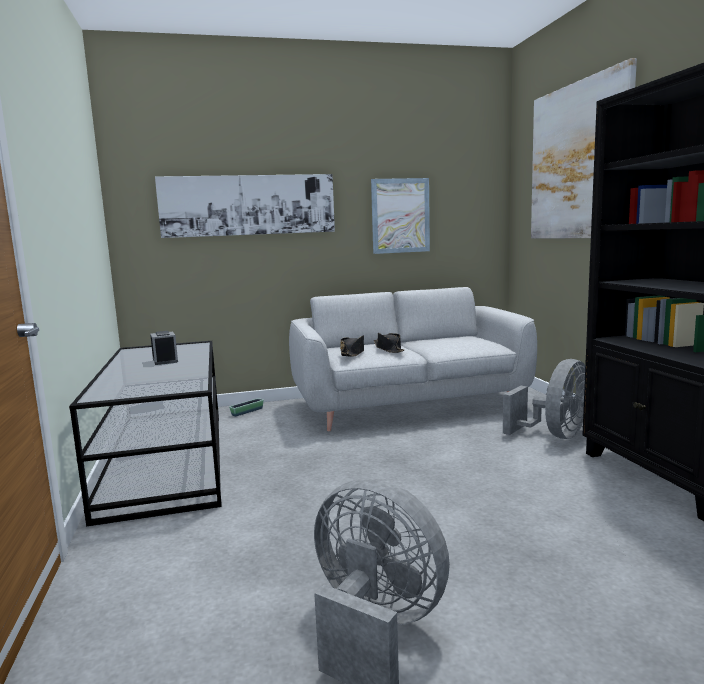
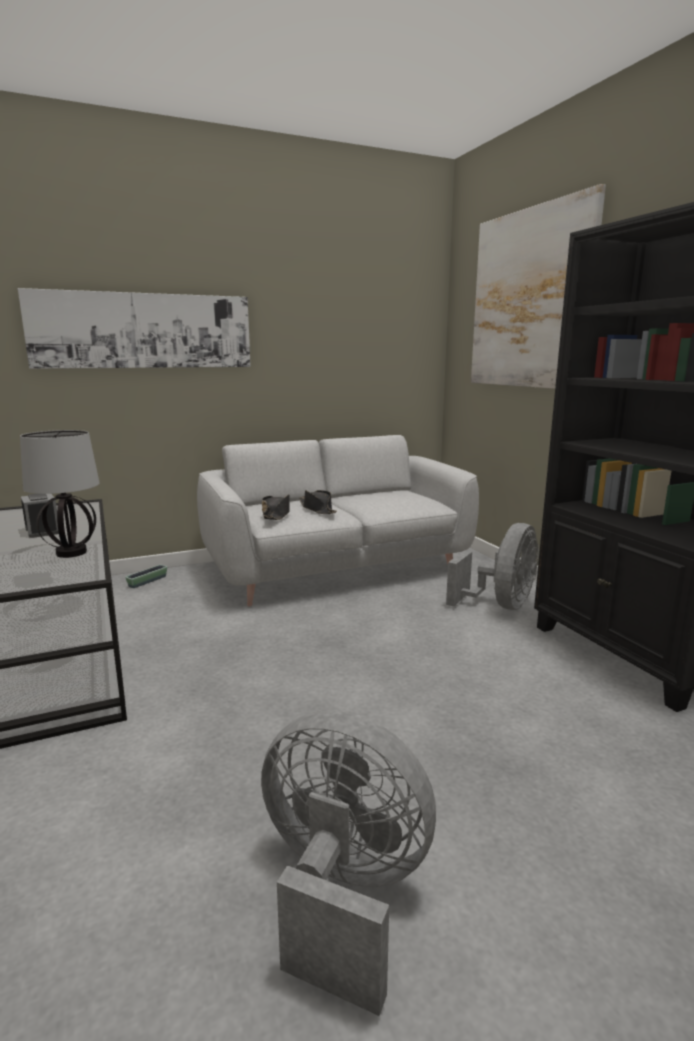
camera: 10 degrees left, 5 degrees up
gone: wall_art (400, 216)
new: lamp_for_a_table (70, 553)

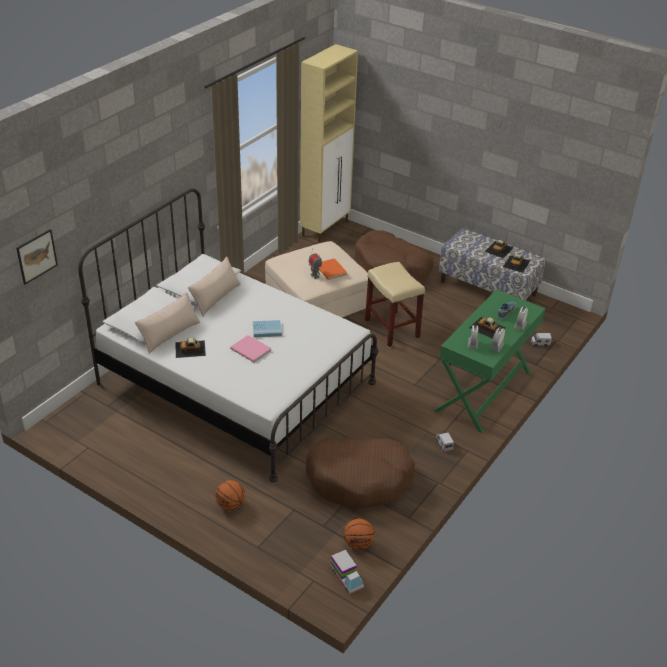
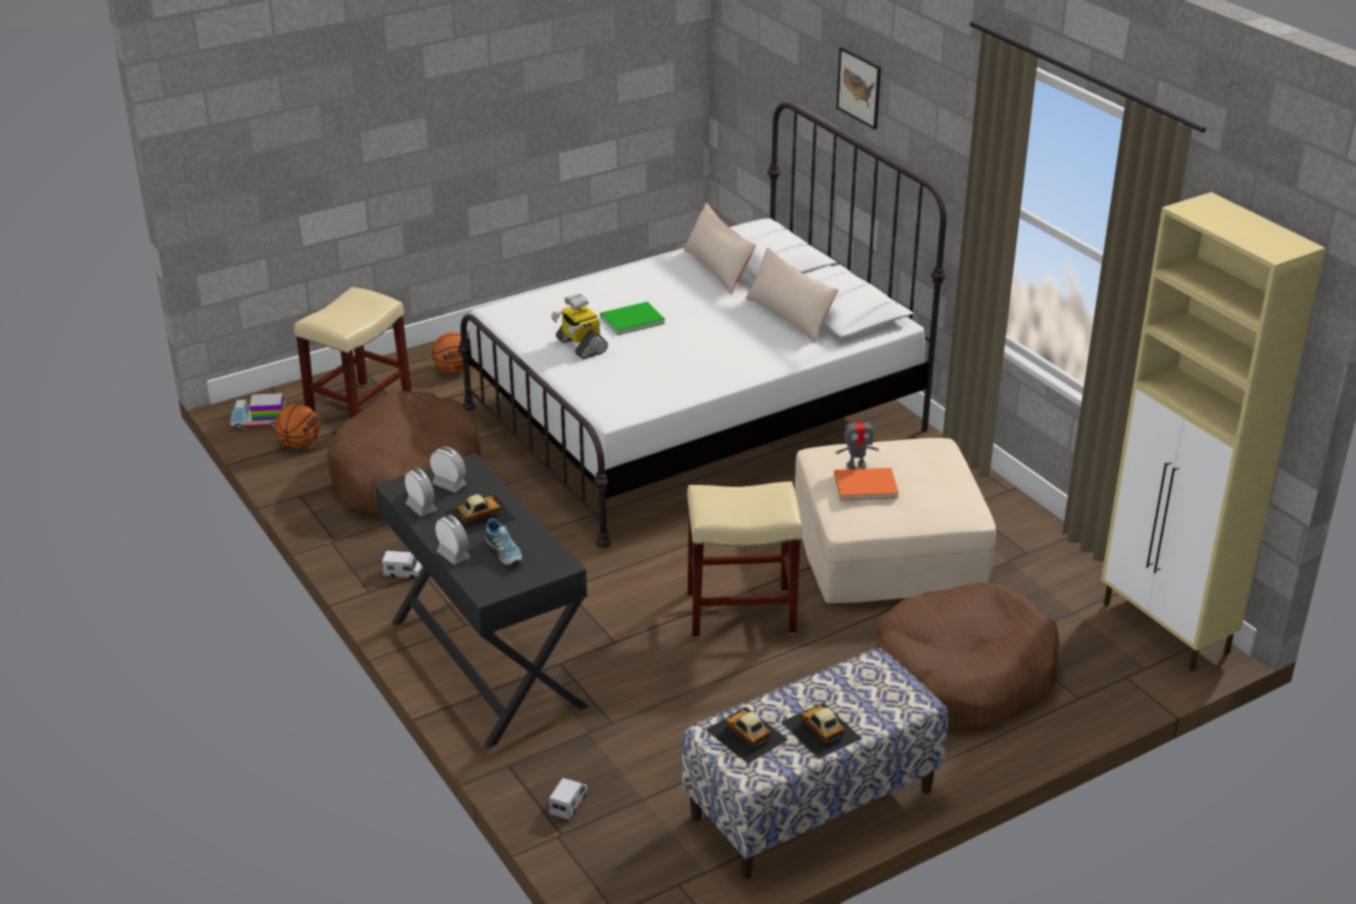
camera: 115 degrees right, 5 degrees down
gone: miniature_car (190, 349); blue-coloured_bound_book (267, 330)
new: beige_sitting_stool (360, 409); robot_figure (580, 346)
shifted: wall_art (36, 256) to (859, 87)
repainted: pink-coloured_bound_book (251, 351) to green-coloured_bound_book (630, 320); green-coloured_desk_unit (484, 392) to black_desk_unit (485, 663)

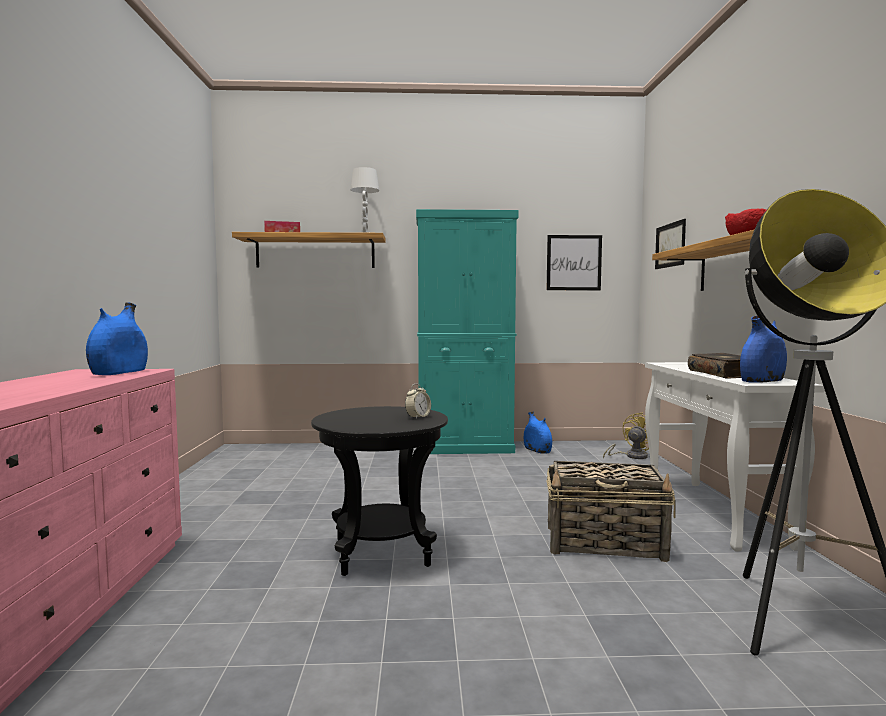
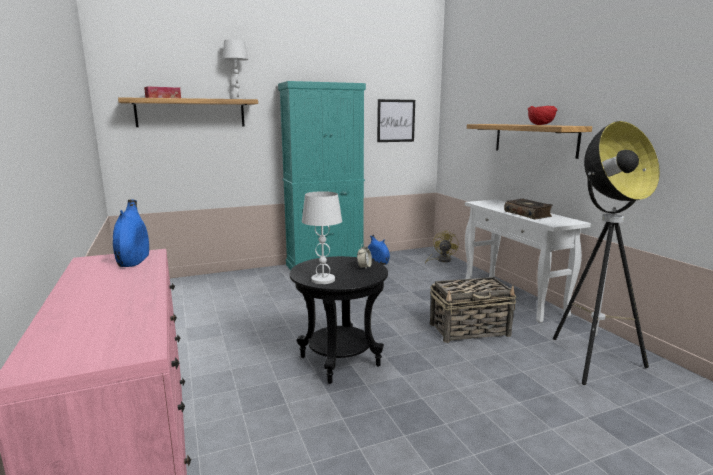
camera: 20 degrees left, 10 degrees up
gone: wall_art (670, 245); blue-coloured_flower_vase (762, 381)
new: white-coloured_lamp_for_a_table (323, 280)

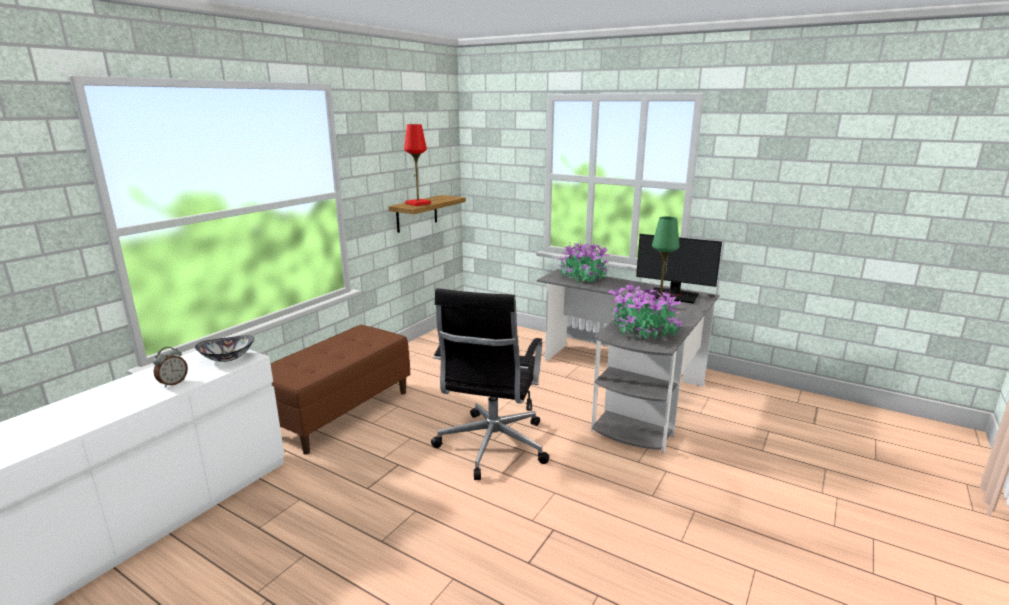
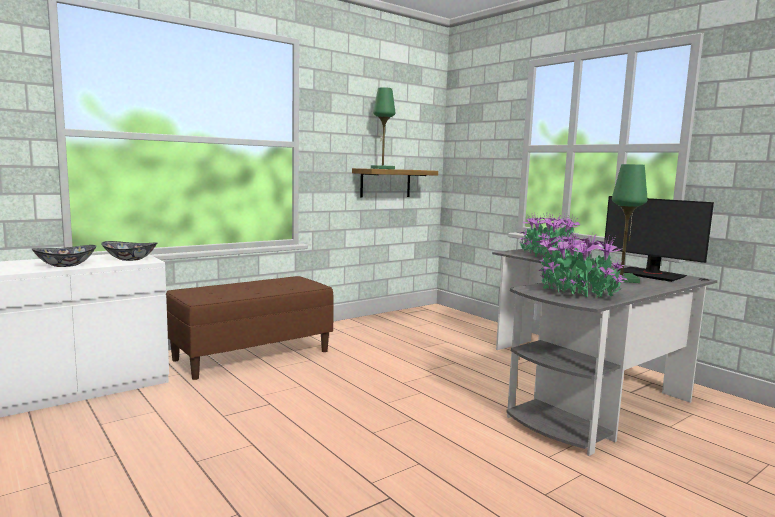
camera: 20 degrees right, 10 degrees down
gone: black_computer_chair (491, 447)
swapped: alarm_clock (173, 383) to serving_bowl (66, 265)
repainted: red-coloured_lamp_for_a_table (418, 204) to green-coloured_lamp_for_a_table (382, 168)

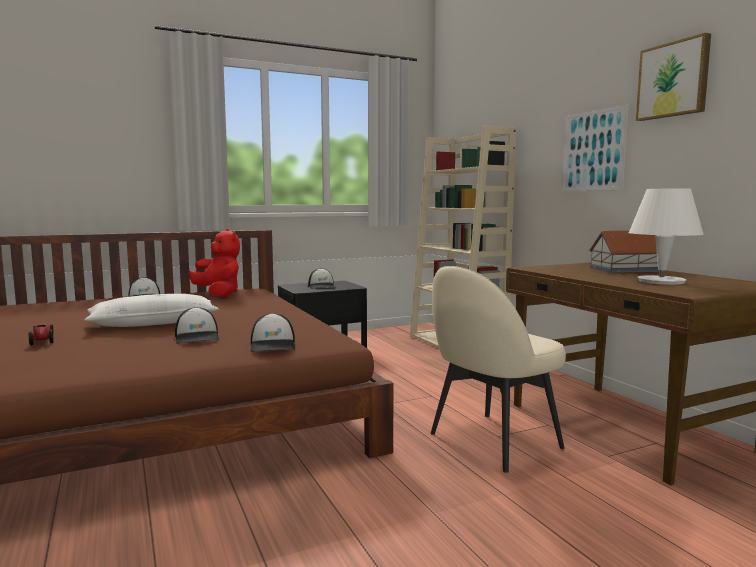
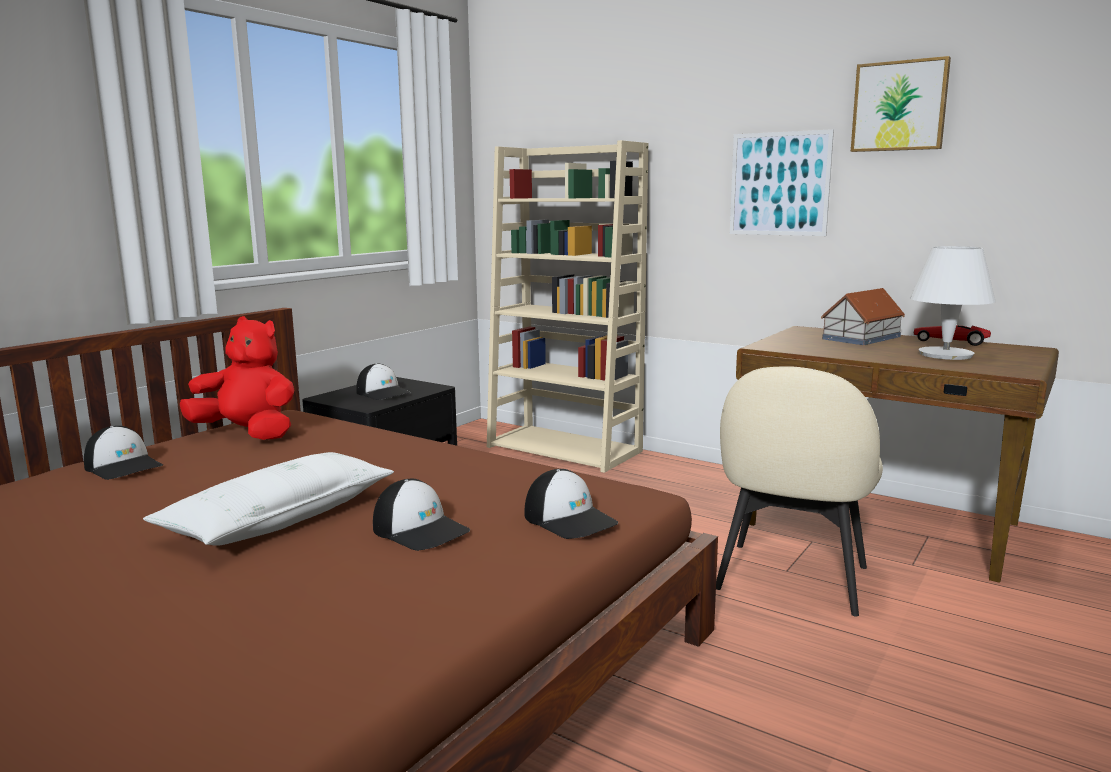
camera: 30 degrees left, 5 degrees up
shifted: miniature_car (42, 339) to (950, 342)

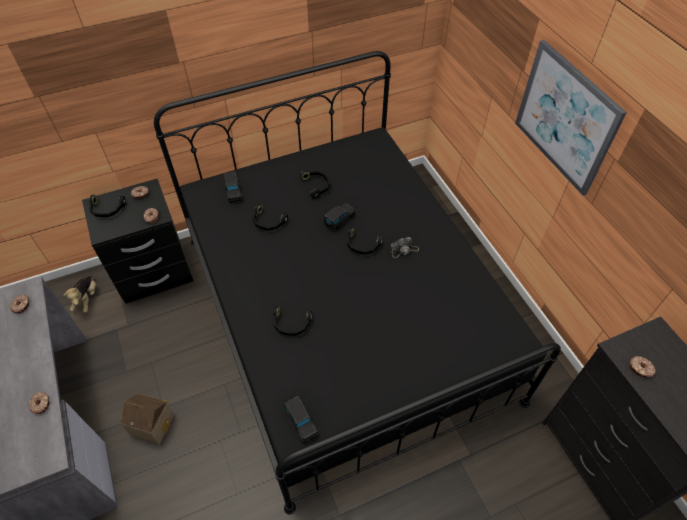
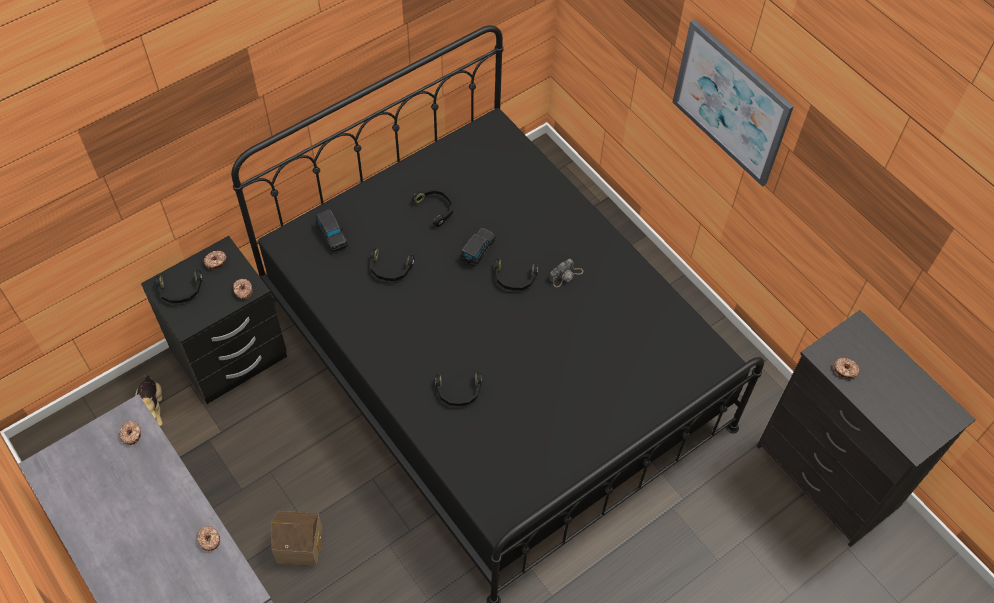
camera: 15 degrees left, 5 degrees up
gone: black_miniature_car (300, 422)

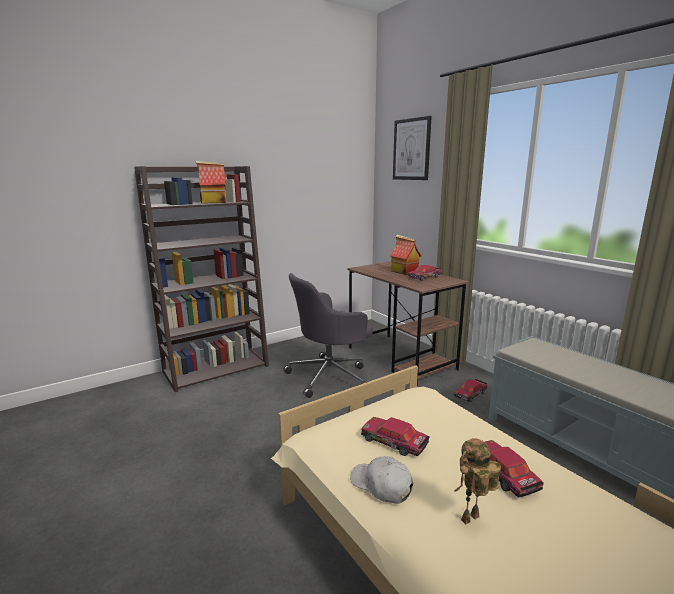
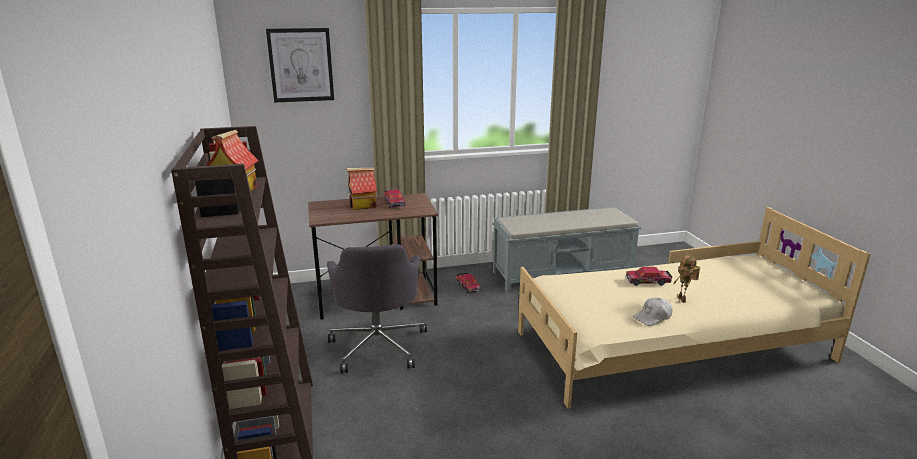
camera: 70 degrees left, 5 degrees up
gone: miniature_car (394, 442)

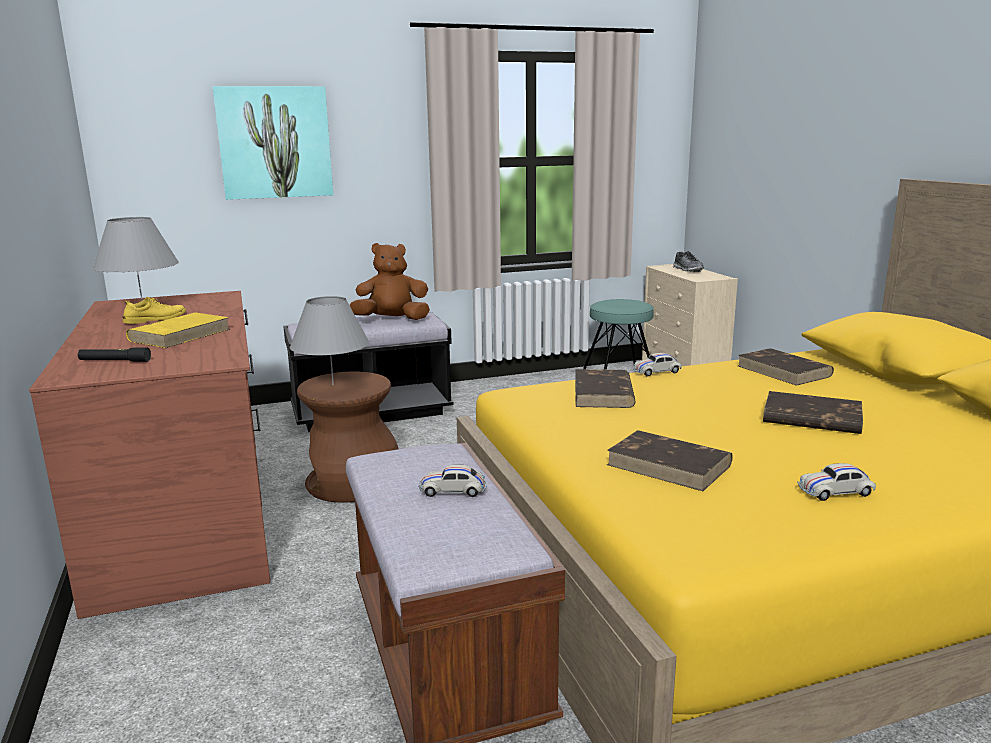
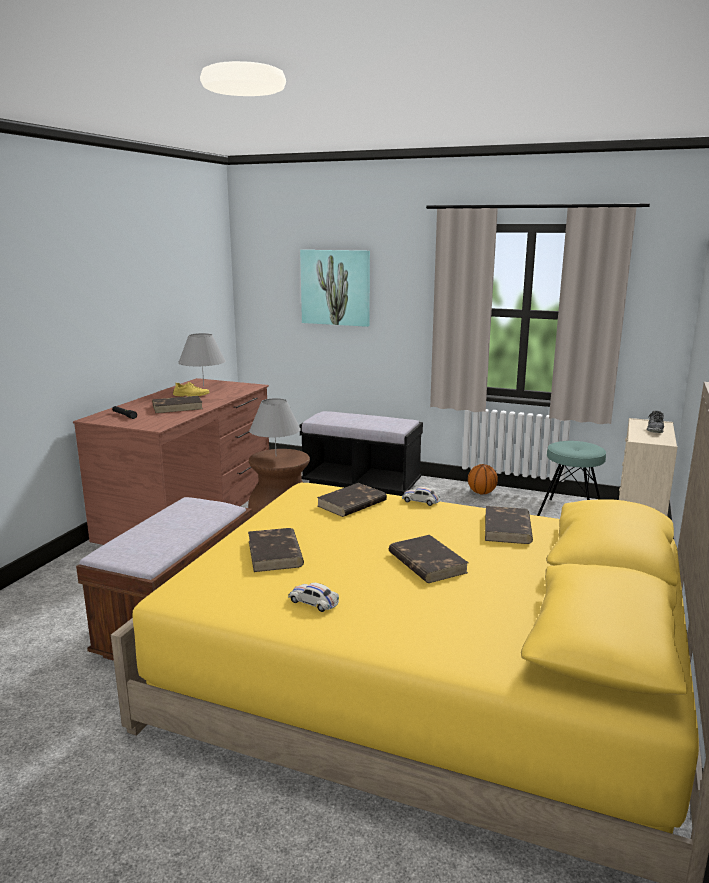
camera: 40 degrees right, 0 degrees up
gone: brown-coloured_soft_toy (392, 320); white-coloured_miniature_car (453, 490)
new: basketball_ball (481, 493)
repainted: yellow-coloured_bound_book (180, 334) to brown-coloured_bound_book (178, 407)

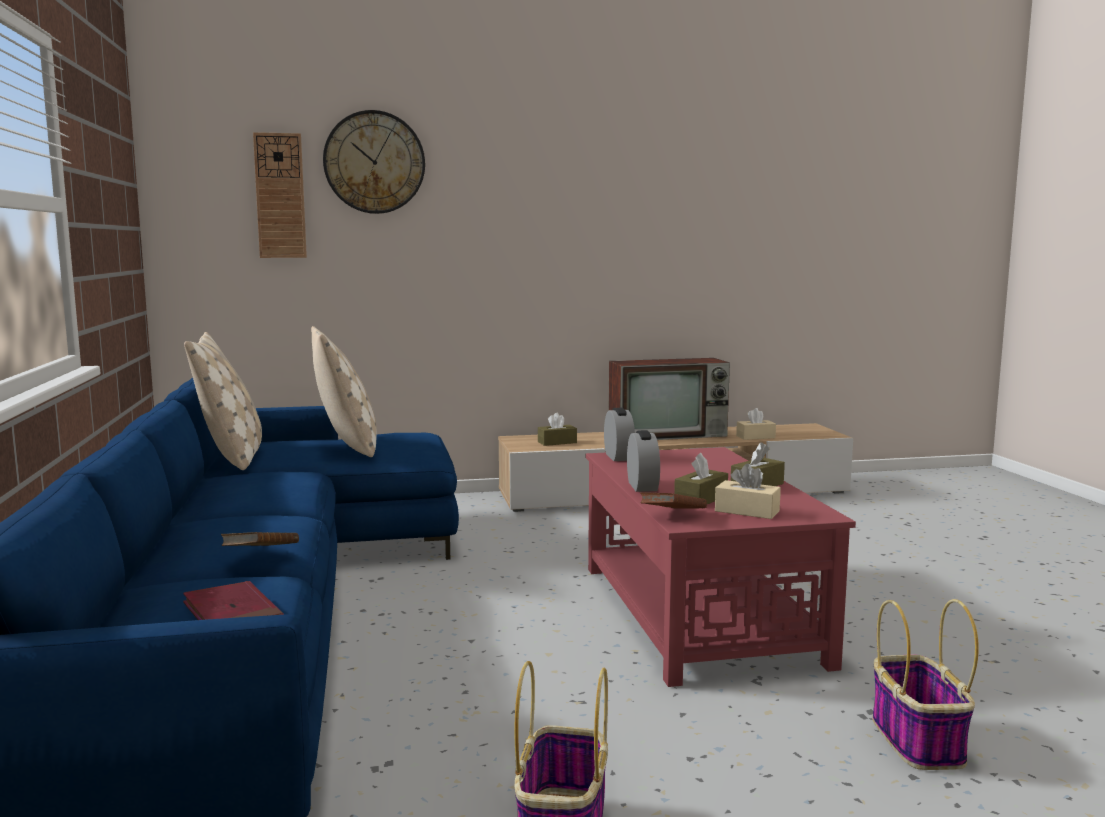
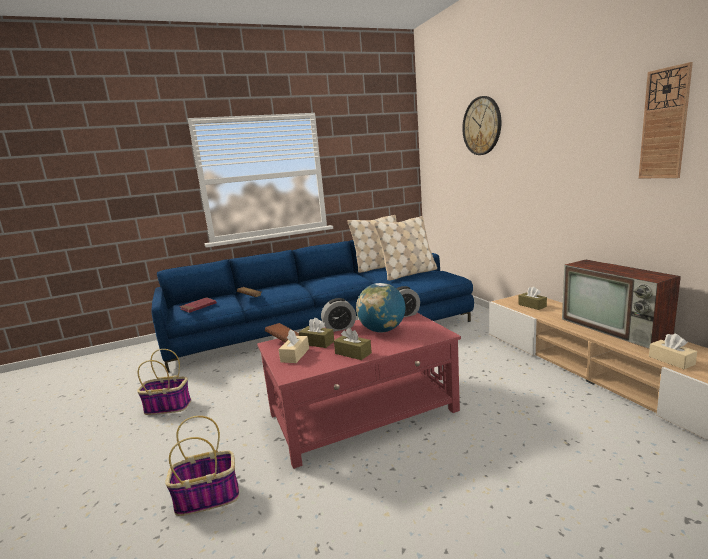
camera: 80 degrees right, 5 degrees up
new: world_globe (382, 330)
shifted: wall_clock (280, 196) to (664, 124)

